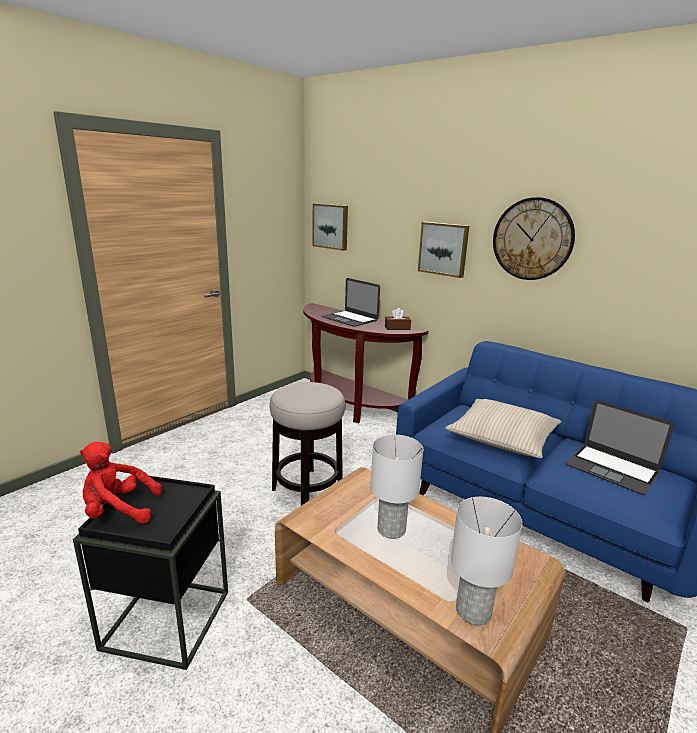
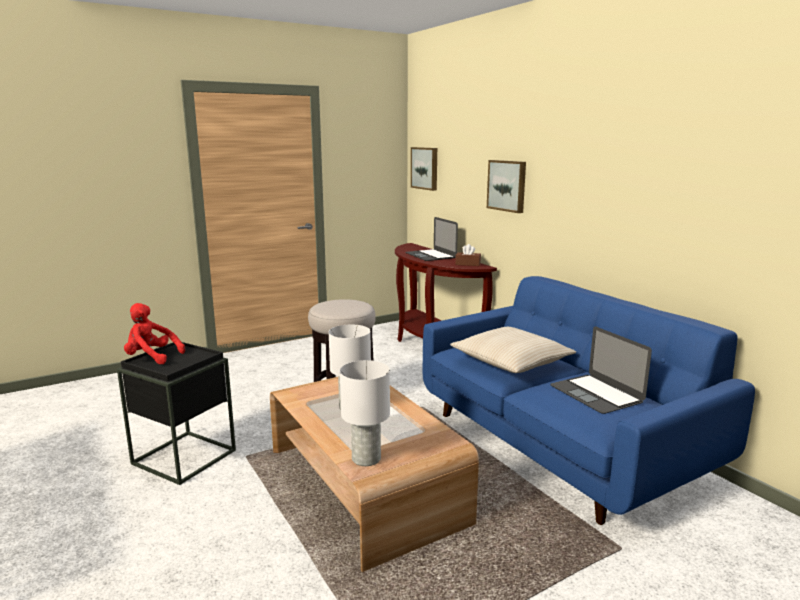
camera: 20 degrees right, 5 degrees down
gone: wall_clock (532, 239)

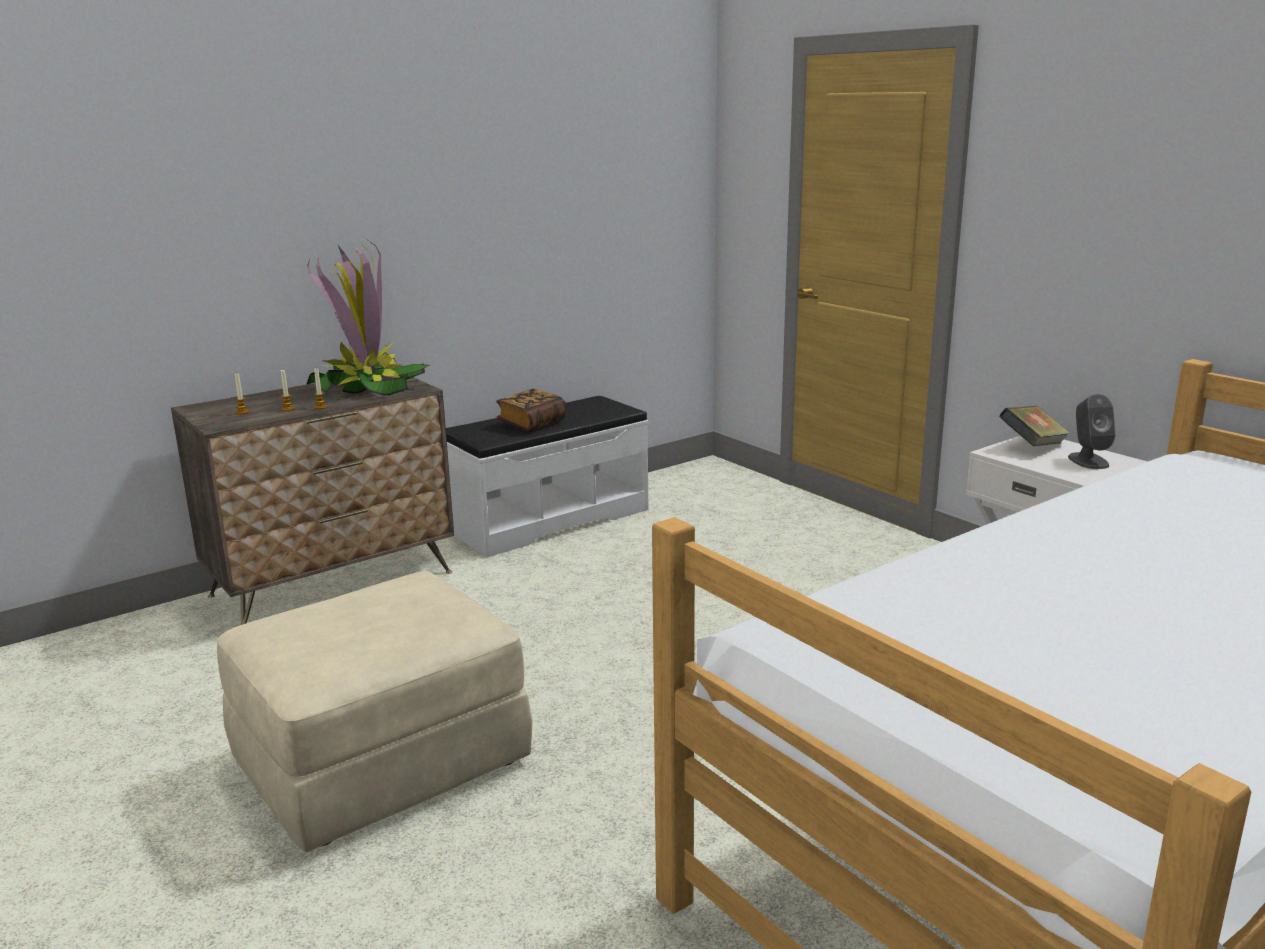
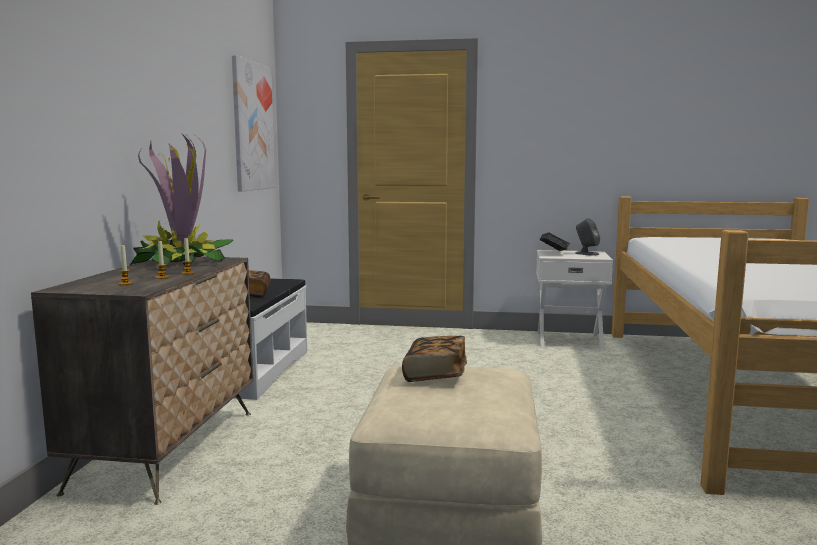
camera: 45 degrees left, 10 degrees down
new: wall_art (252, 126); bound_book (435, 375)

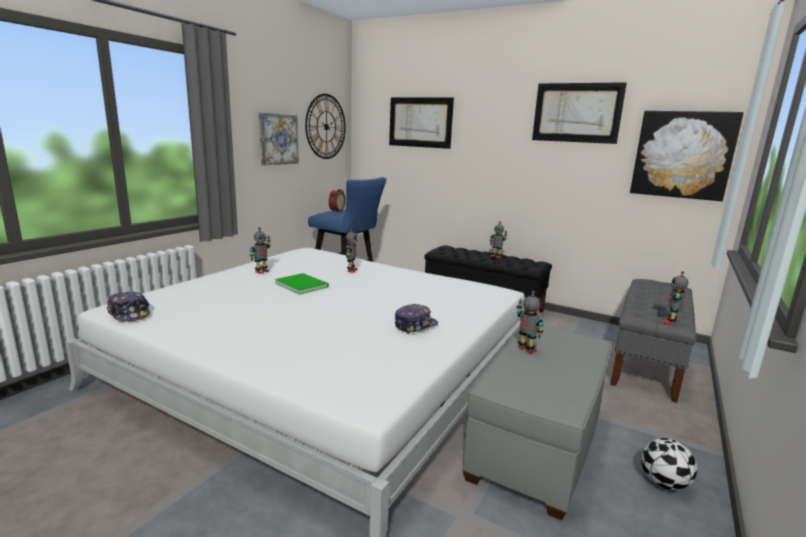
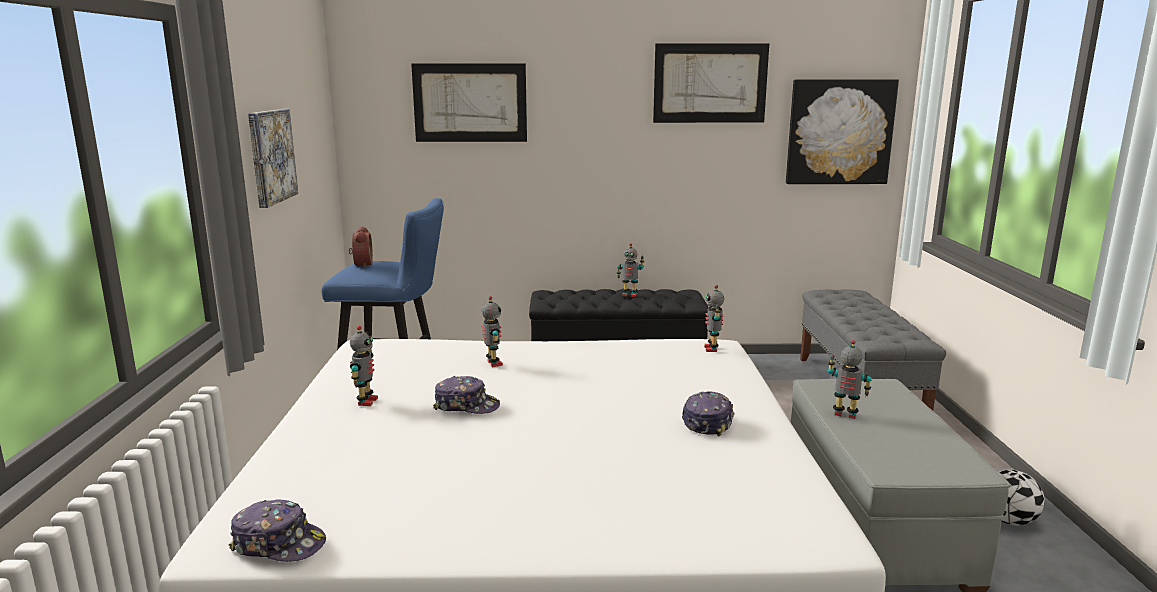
camera: 30 degrees left, 0 degrees up
gone: wall_clock (326, 127)
shifted: robot_figure (670, 322) to (712, 349)
swapped: green-coloured_bound_book (301, 284) to cap (466, 406)

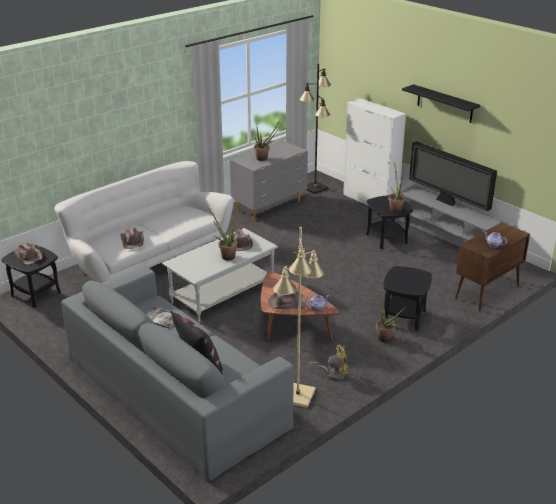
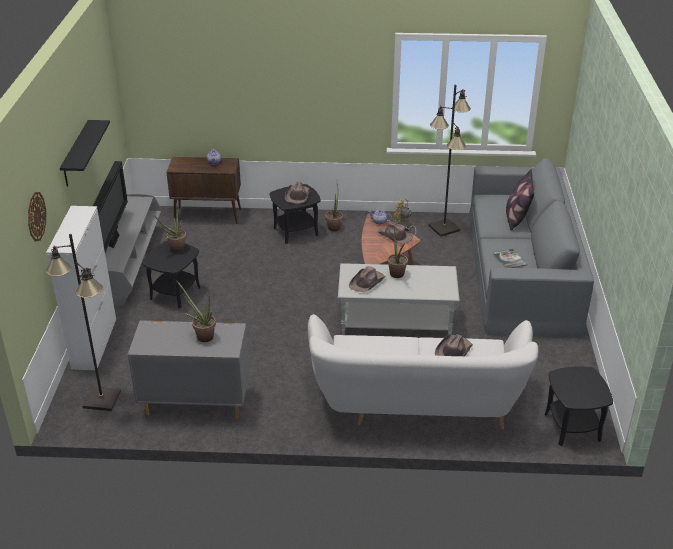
camera: 135 degrees left, 5 degrees up
new: wall_clock (36, 216)
shifted: brown-coloured_clothing_hat (28, 255) to (297, 195)
repainted: beige_standard_lamp (297, 396) to black_standard_lamp (444, 228)

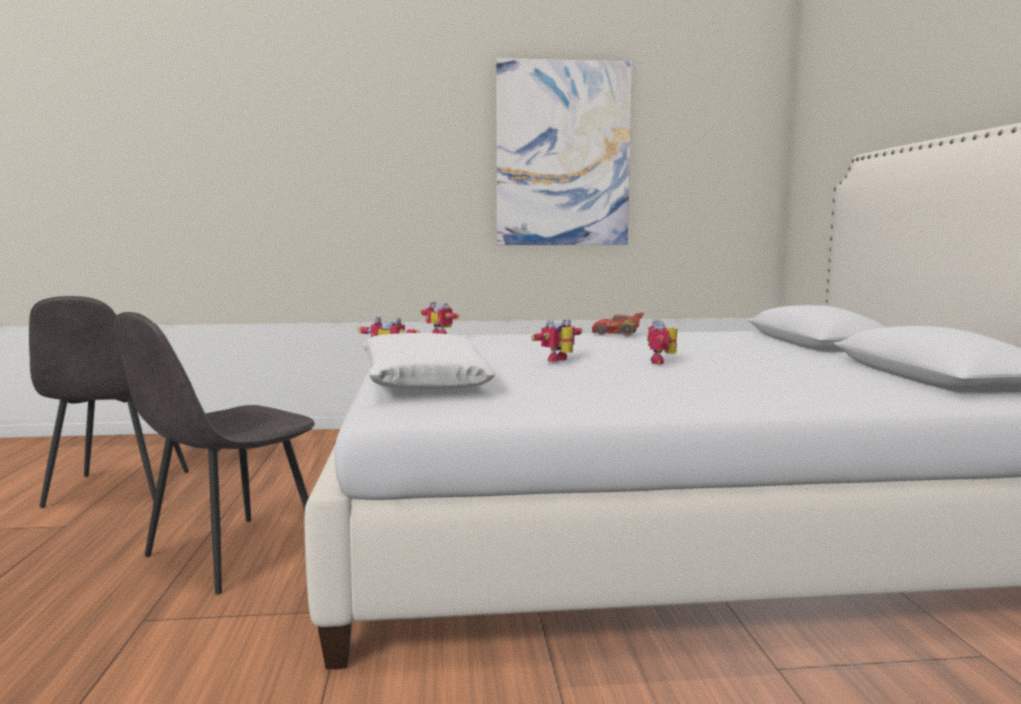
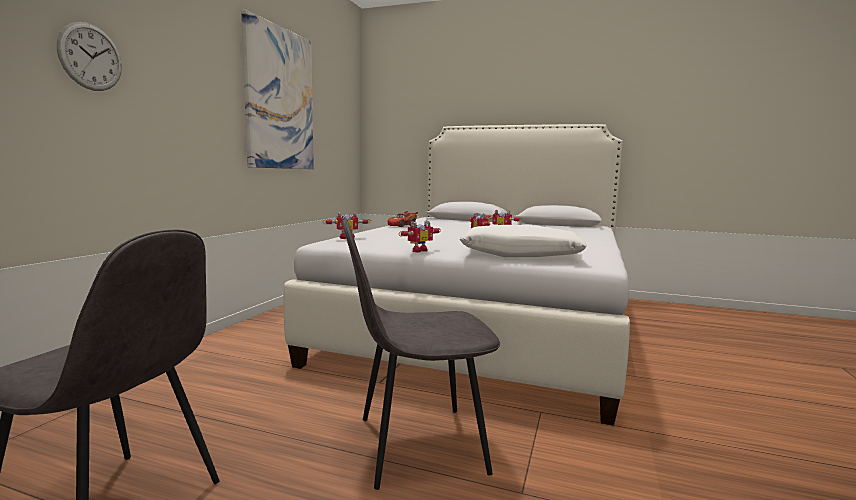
camera: 65 degrees left, 0 degrees up
new: wall_clock (91, 57)
rotated: gray_upright_chair (230, 555) = (416, 445) 105 degrees clockwise

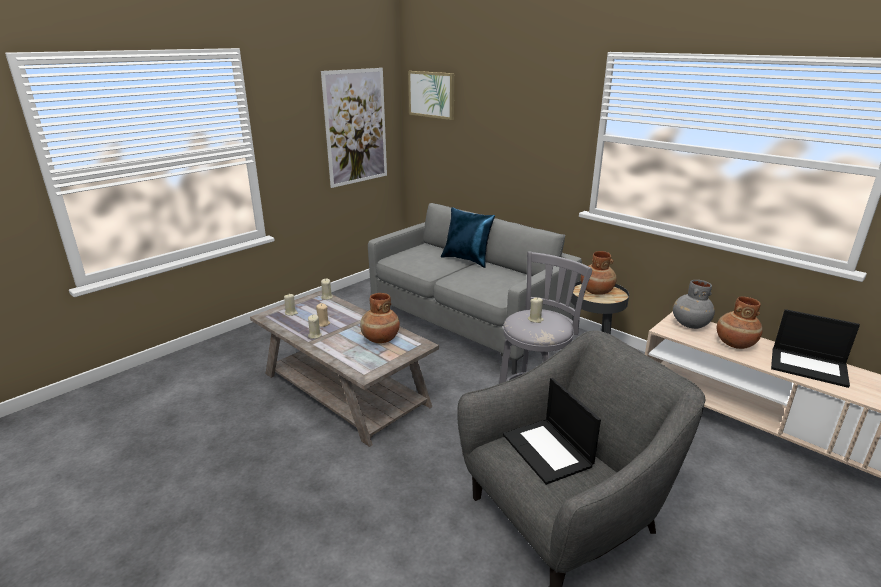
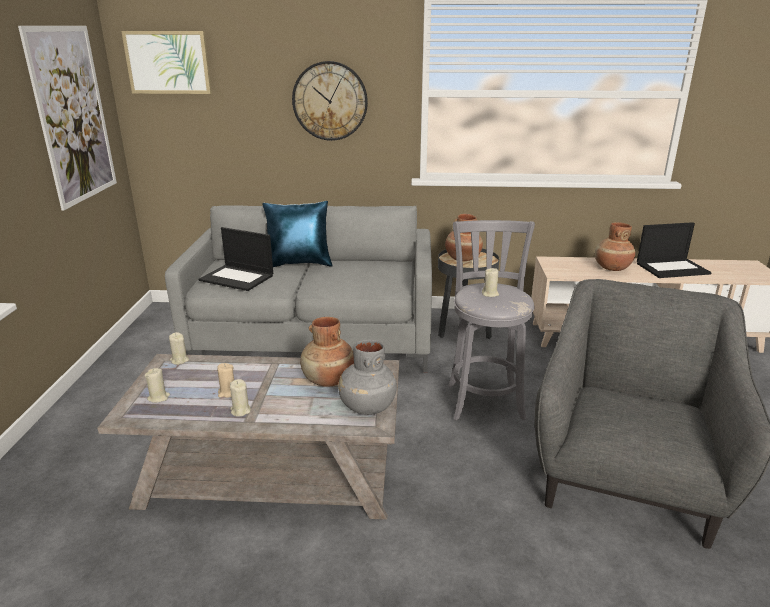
camera: 40 degrees left, 0 degrees up
new: wall_clock (330, 101)
shifted: notebook_computer (548, 450) to (238, 278); gray_flower_vase (690, 324) to (367, 407)

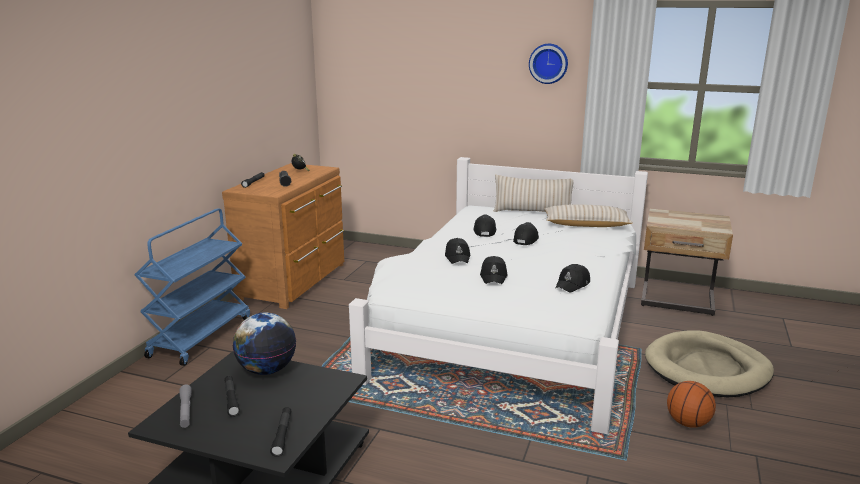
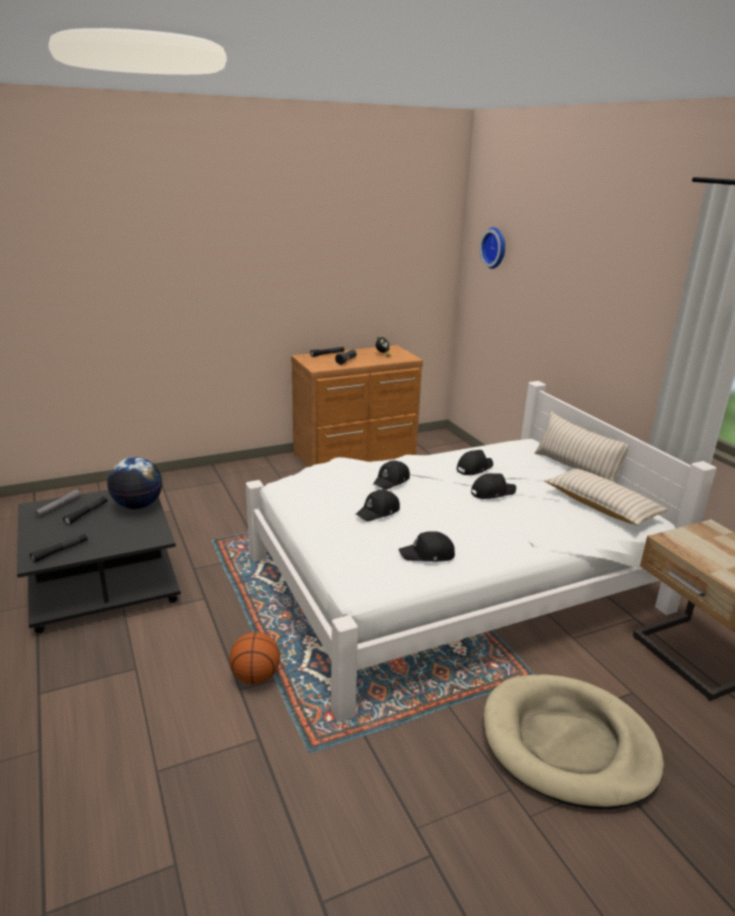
camera: 45 degrees right, 5 degrees up
gone: blue-coloured_wheeled_cart (201, 336)
shifted: wall_clock (548, 63) to (495, 248); basketball_ball (687, 423) to (255, 677)

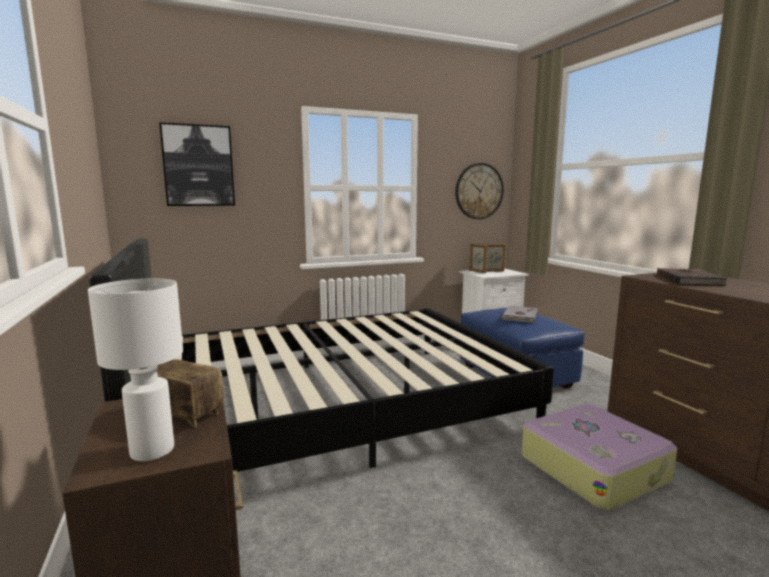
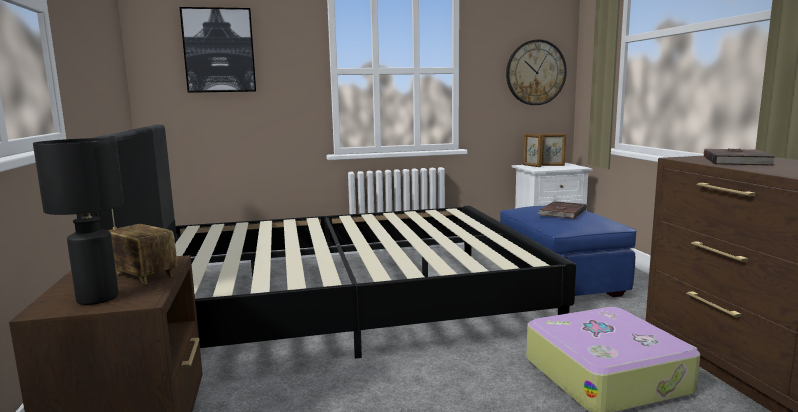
camera: 10 degrees right, 0 degrees up
repainted: white-coloured_lamp_for_a_table (152, 450) to black_lamp_for_a_table (97, 298); gray_bound_book (519, 316) to brown-coloured_bound_book (562, 212)

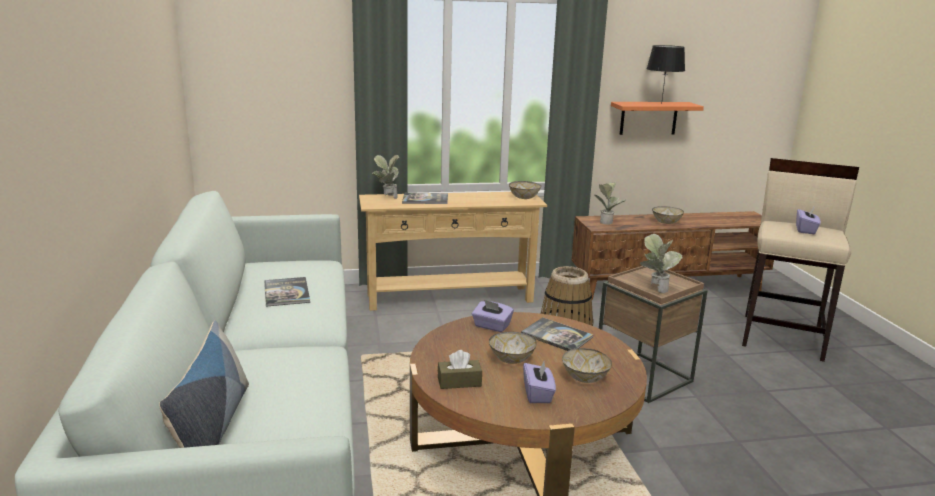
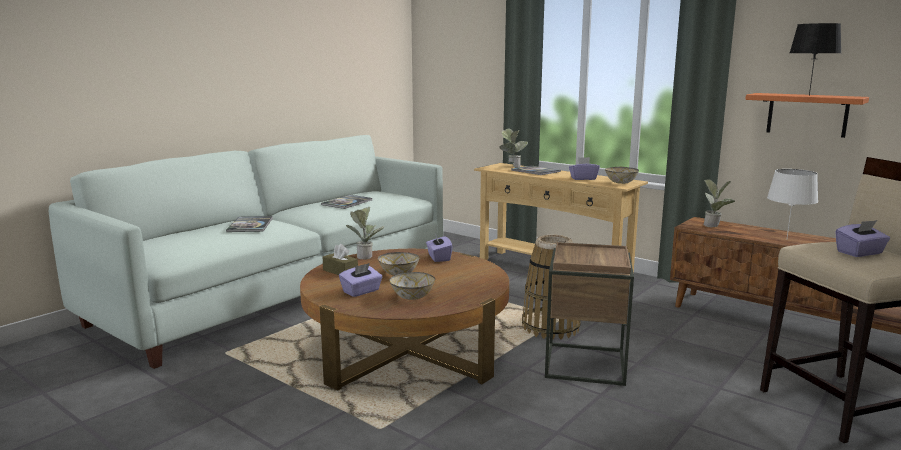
camera: 50 degrees right, 5 degrees down
gone: cushion (212, 428)
new: purplish_tissue_box (583, 178)
shifted: bound_book (556, 336) to (250, 225); houseplant (655, 288) to (365, 256)
swapped: serving_bowl (666, 222) to white-coloured_lamp_for_a_table (786, 239)

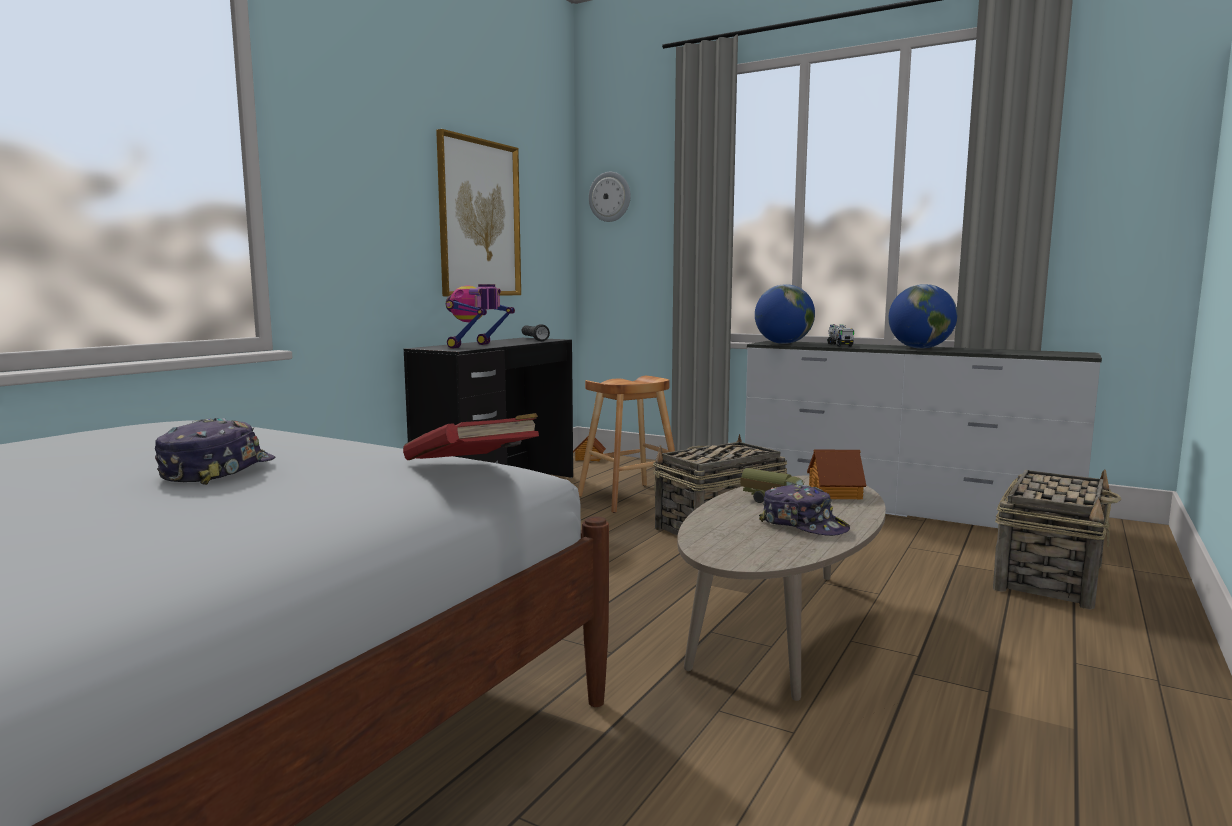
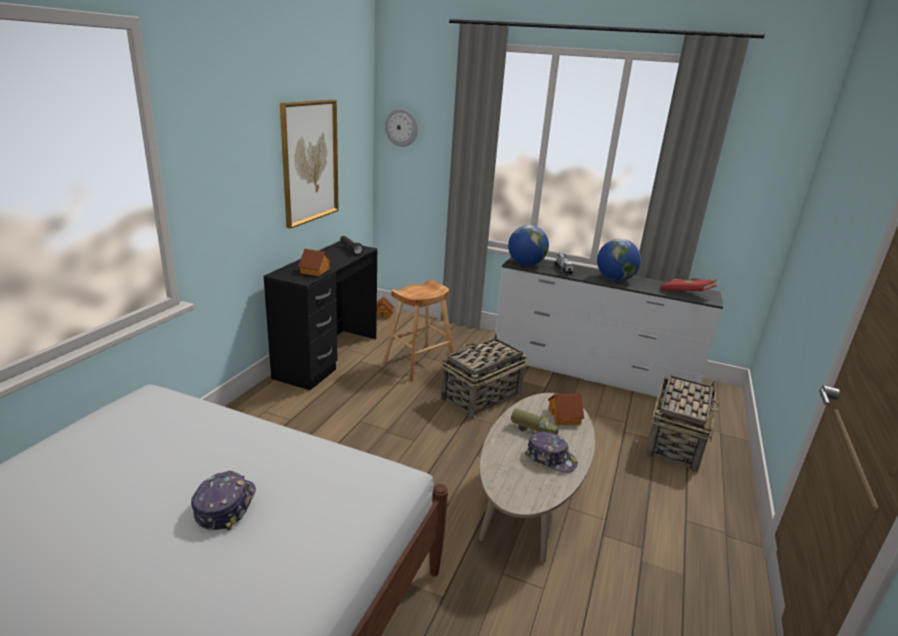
camera: 10 degrees left, 15 degrees up
shifted: red-coloured_bound_book (472, 469) to (686, 294)
swapped: robot_figure (476, 346) to miniature_house (315, 271)

